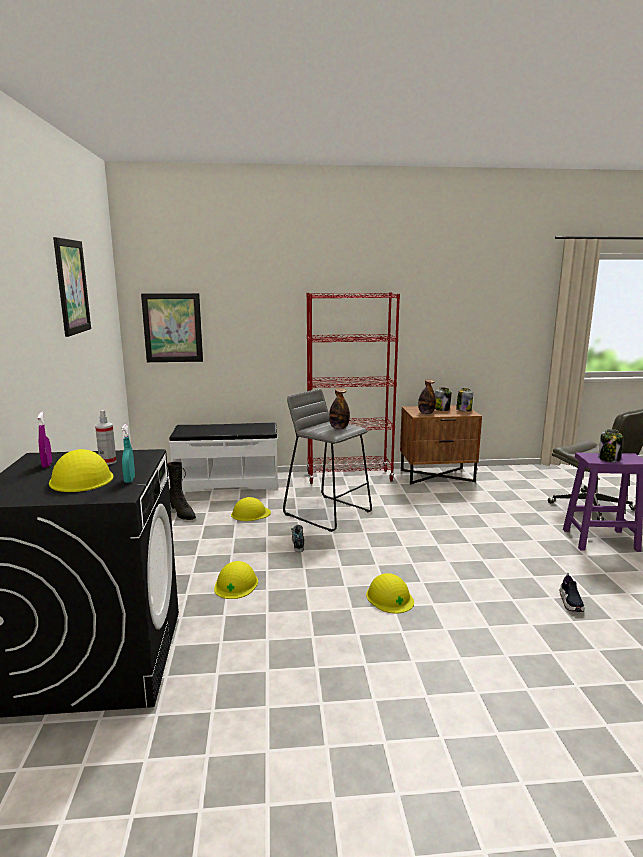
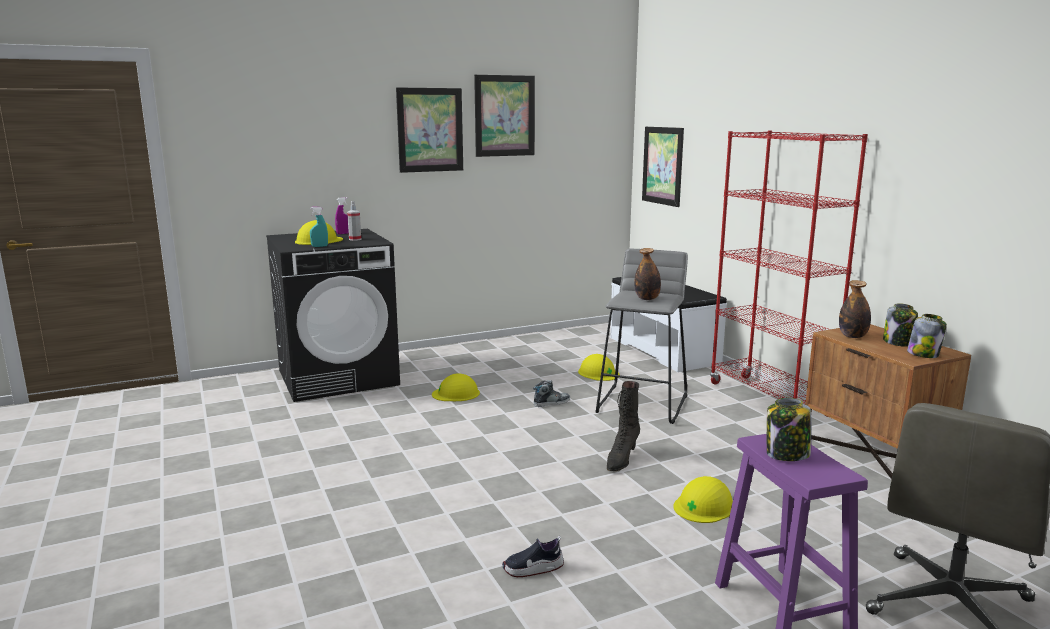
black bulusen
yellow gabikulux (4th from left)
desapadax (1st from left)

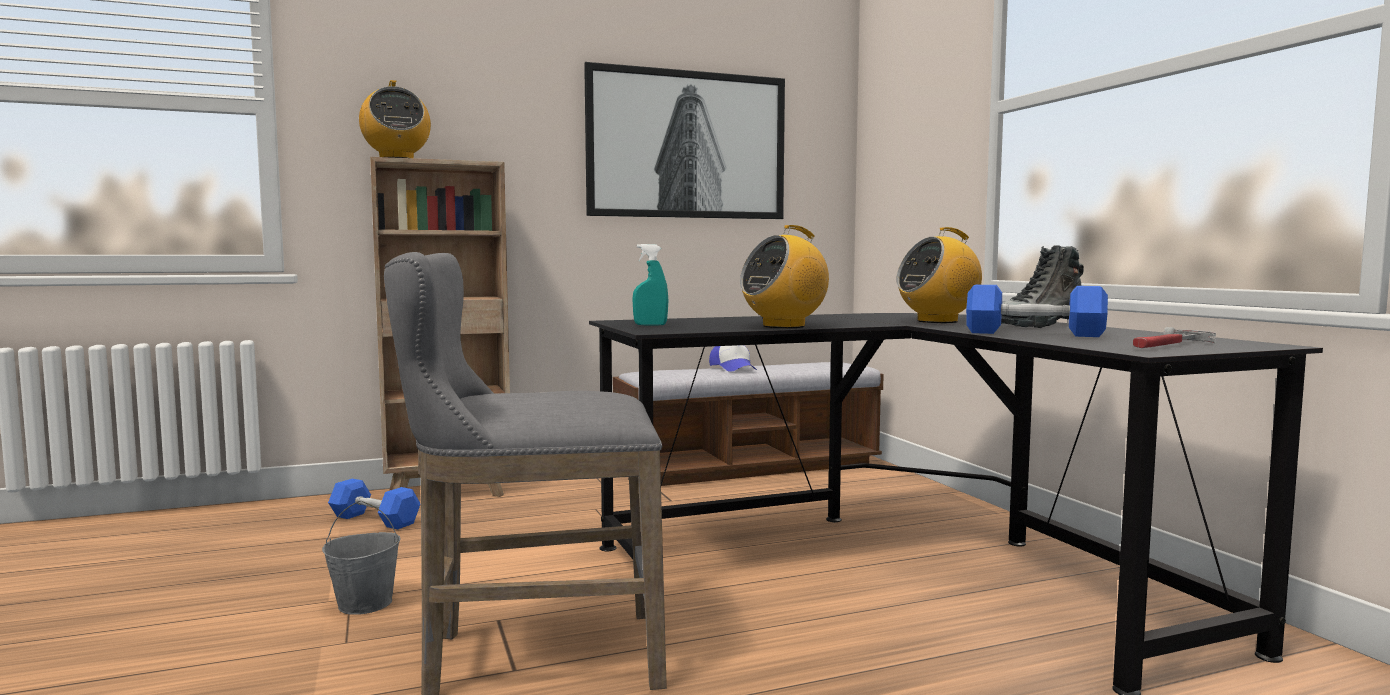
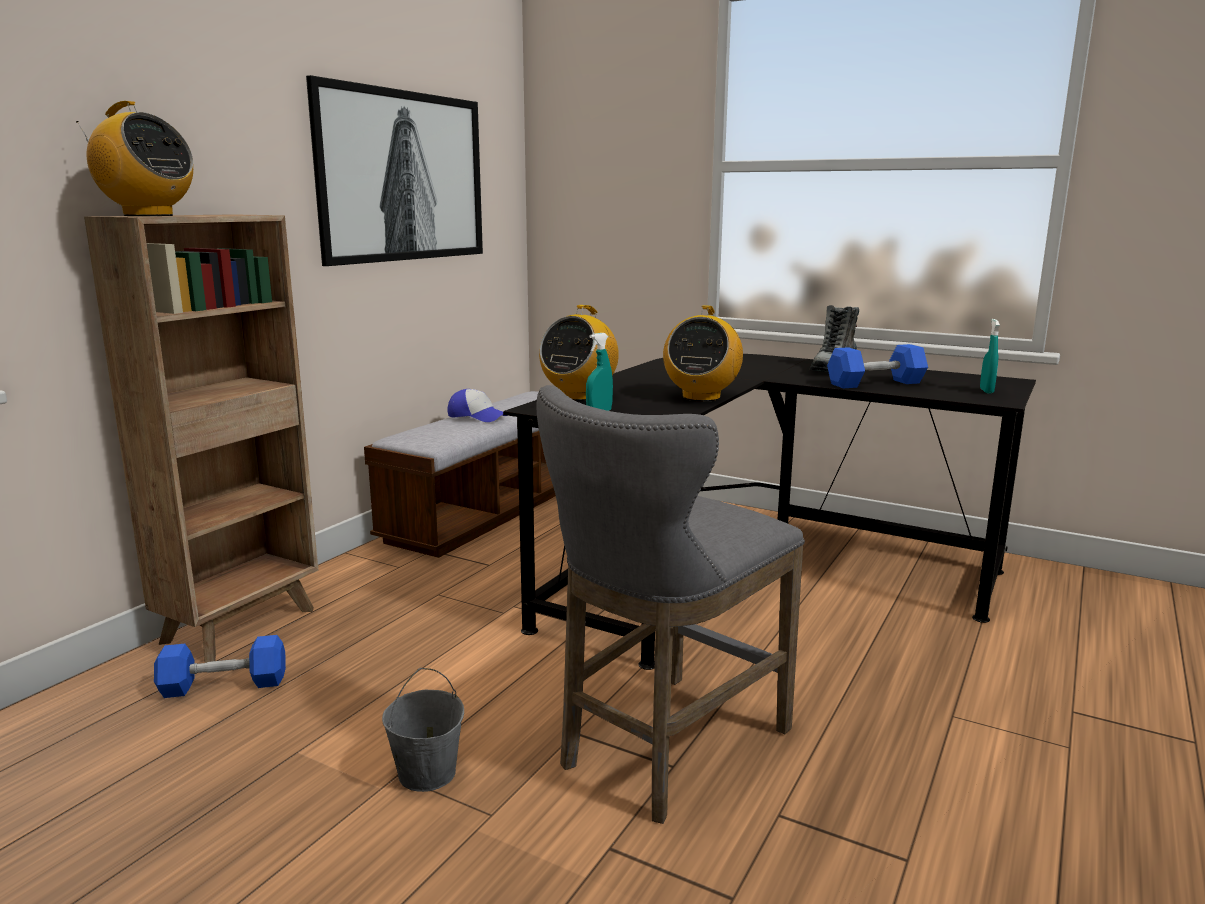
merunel (2nd from left)
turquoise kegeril (2nd from left)

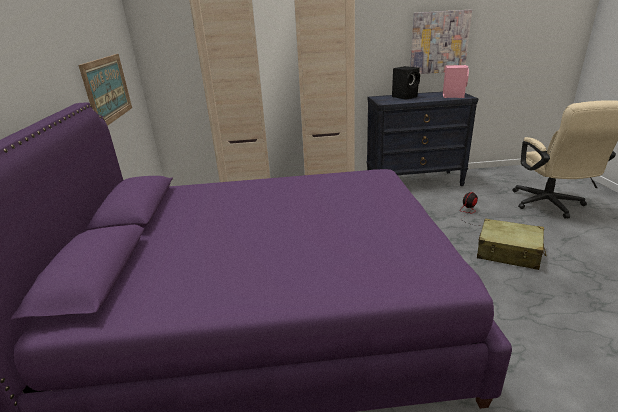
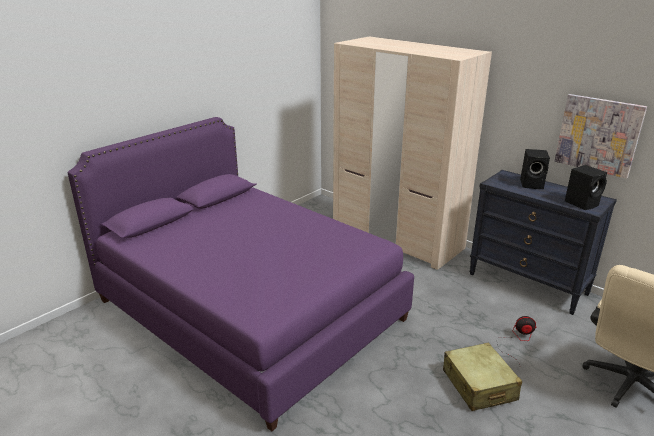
desapadax (1st from left in the first image)
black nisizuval (2nd from left)

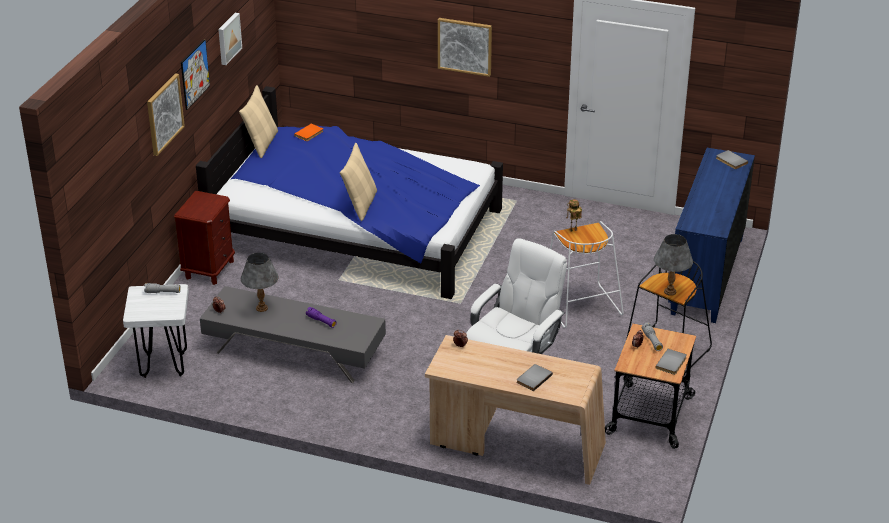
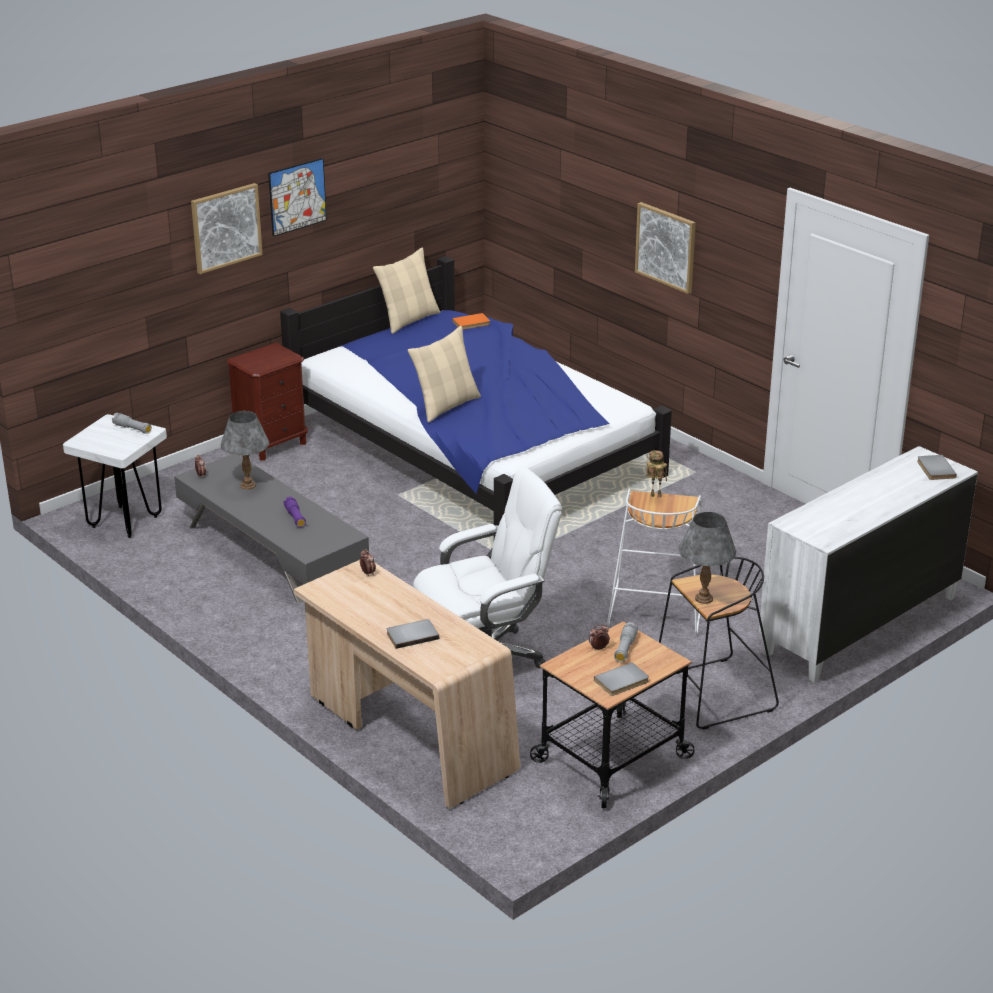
desapadax (3rd from left in the first image)
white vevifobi

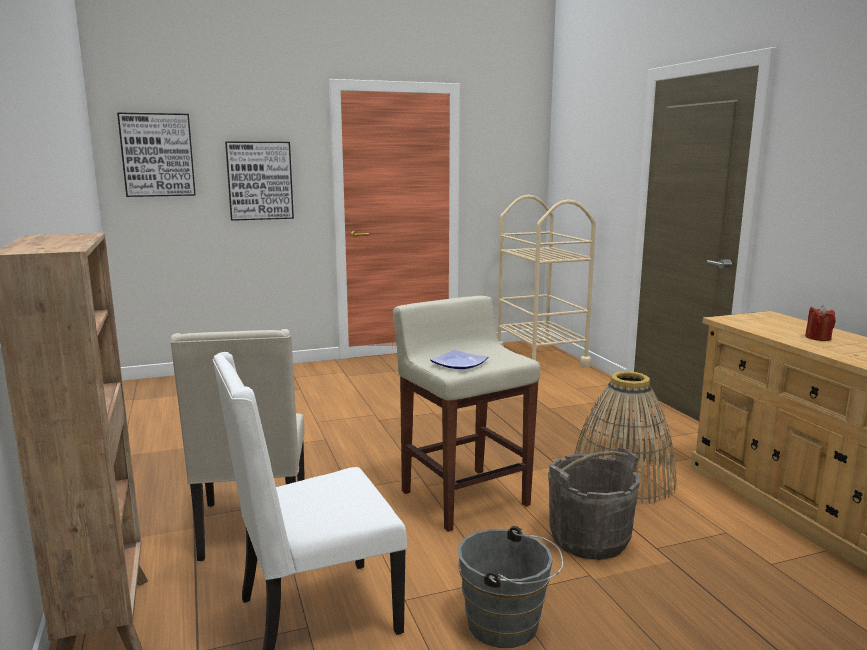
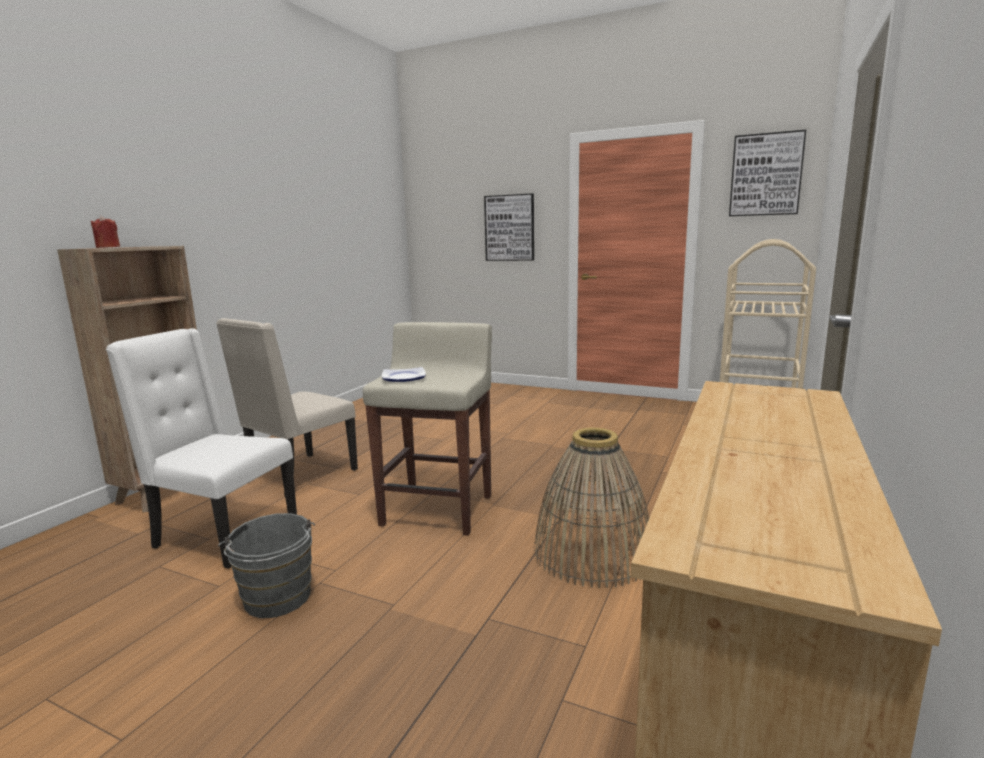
desapadax (2nd from left)
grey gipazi (2nd from left in the first image)
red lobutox

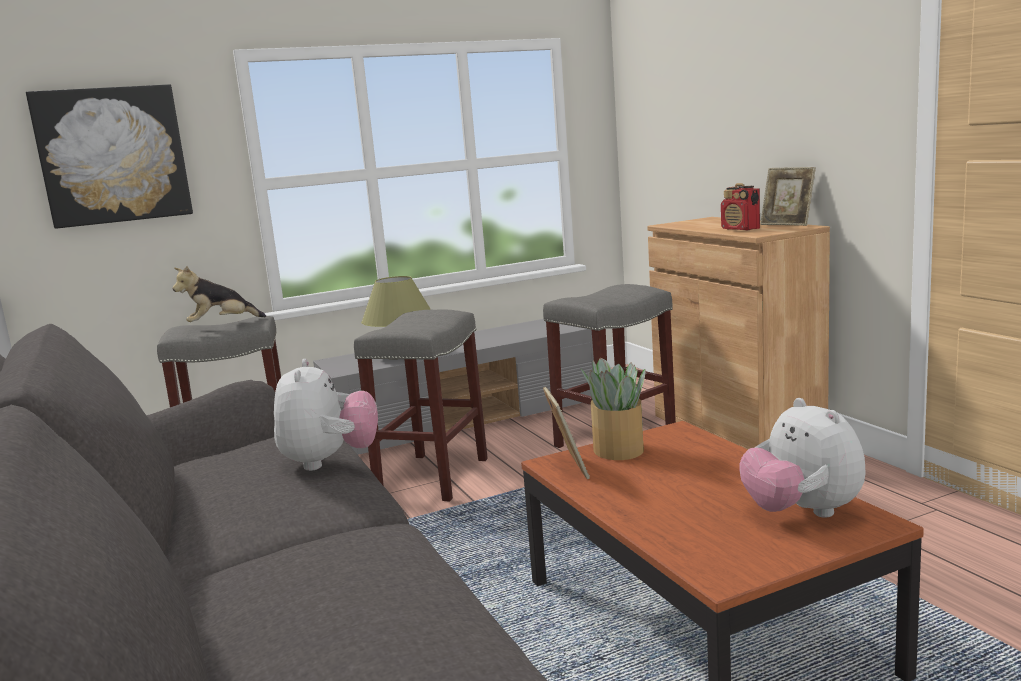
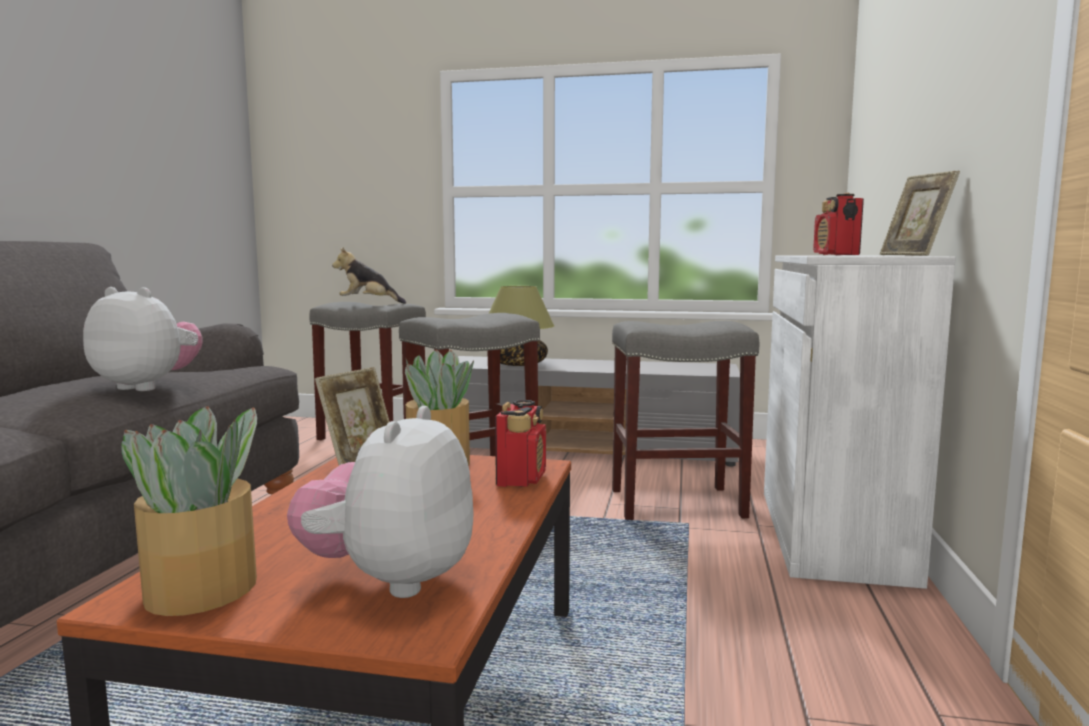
desapadax
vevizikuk (1st from left)
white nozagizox
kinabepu (1st from left)
merunel (1st from left)

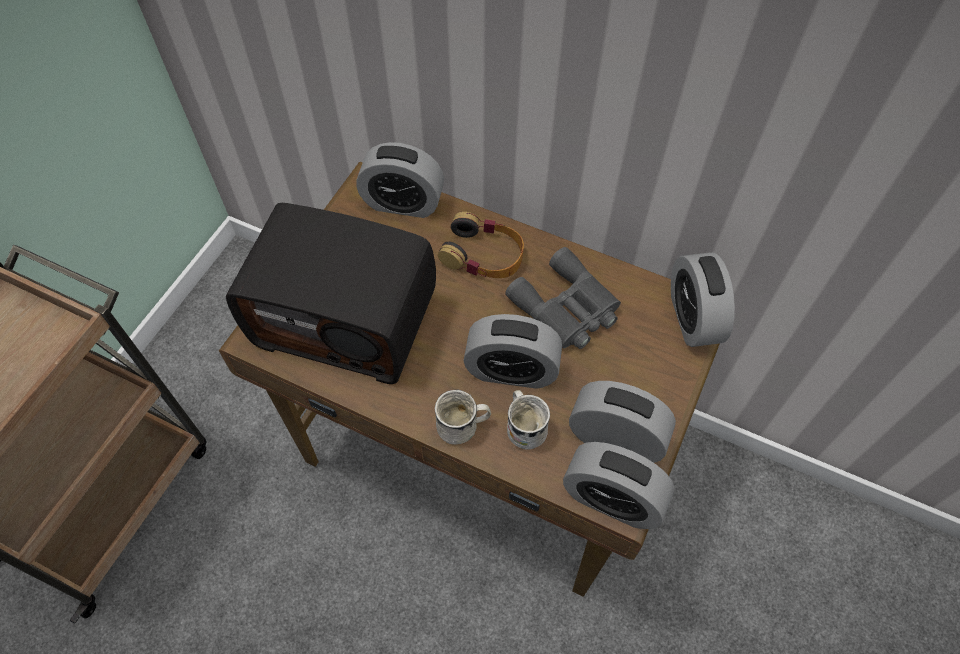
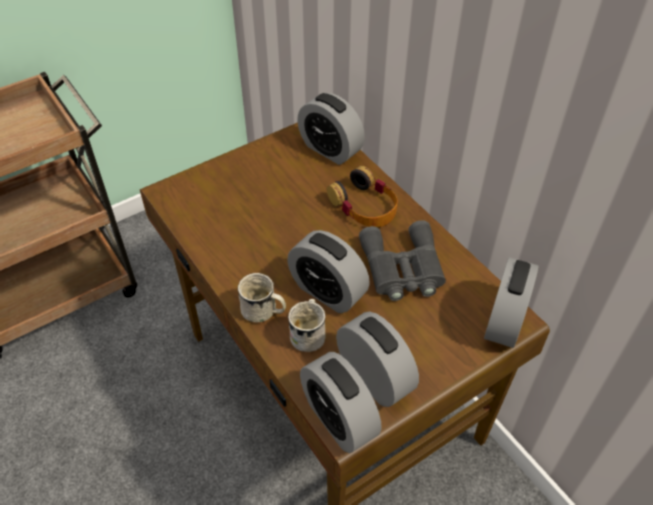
merunel

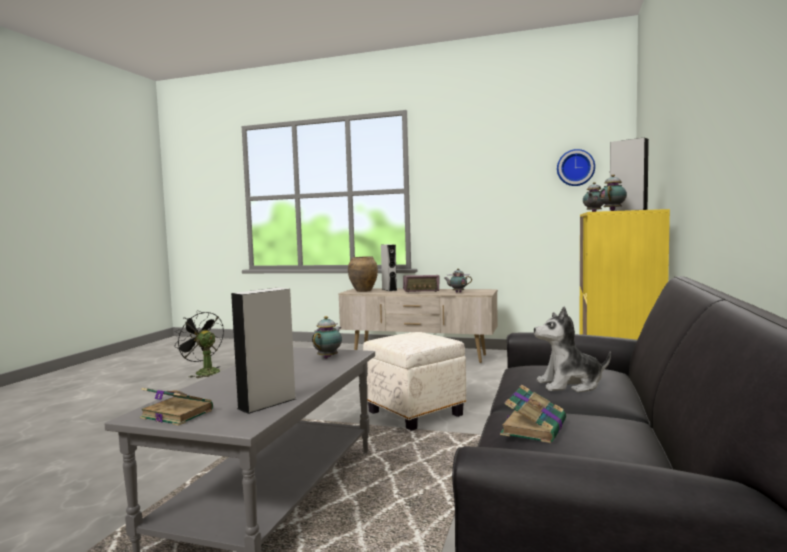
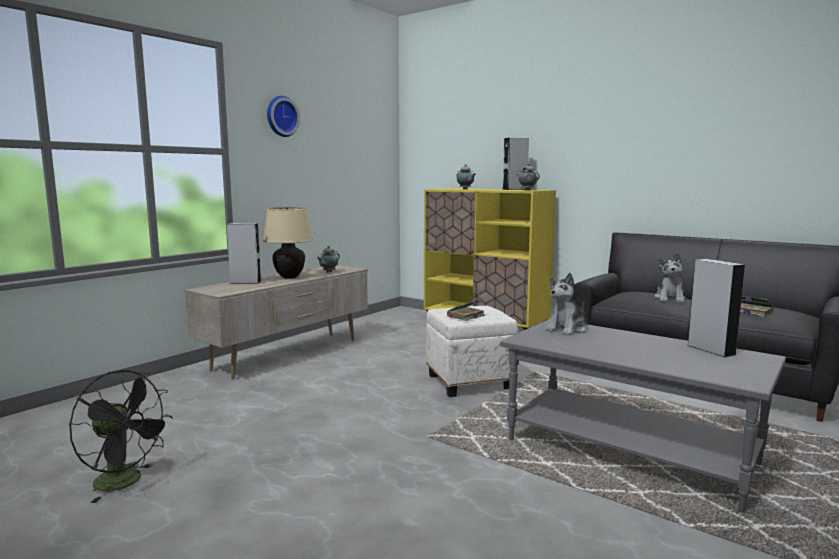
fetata (1st from left)
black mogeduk
vevizikuk (1st from left)
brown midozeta
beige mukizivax
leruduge

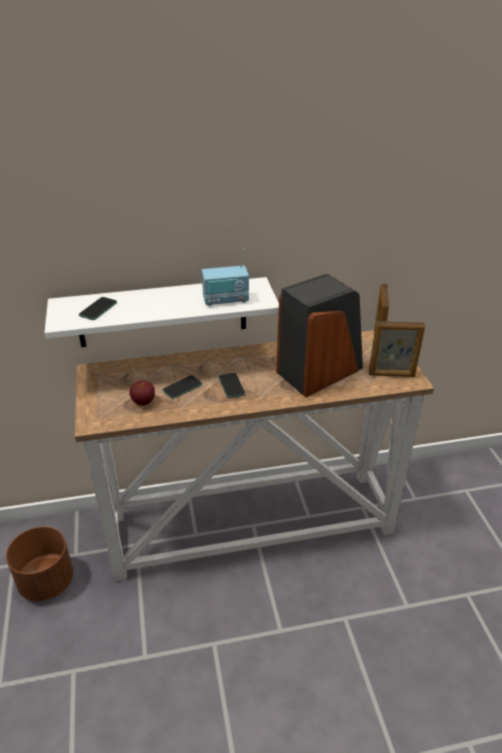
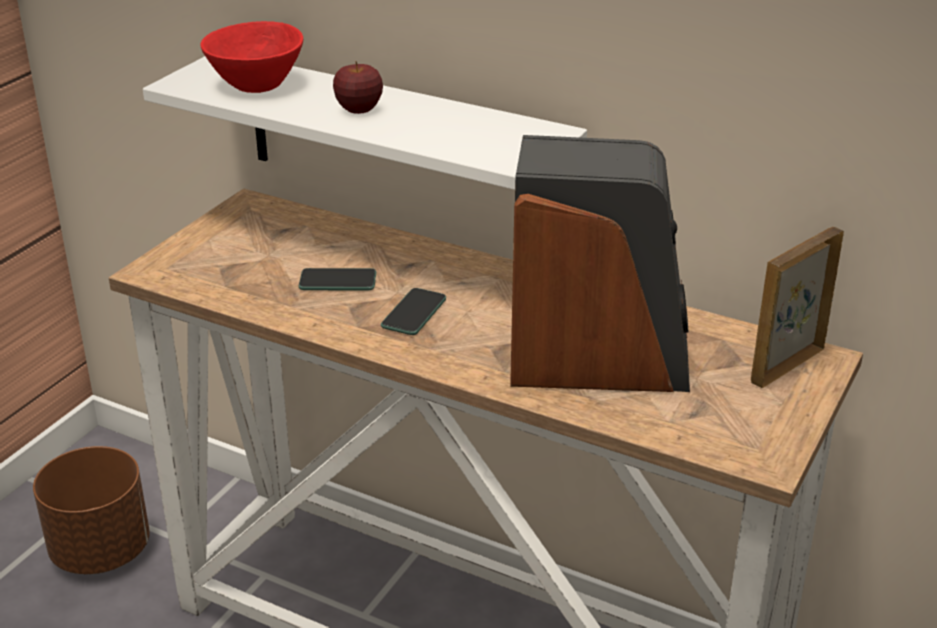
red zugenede
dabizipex
merunel
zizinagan (2nd from left in the first image)

